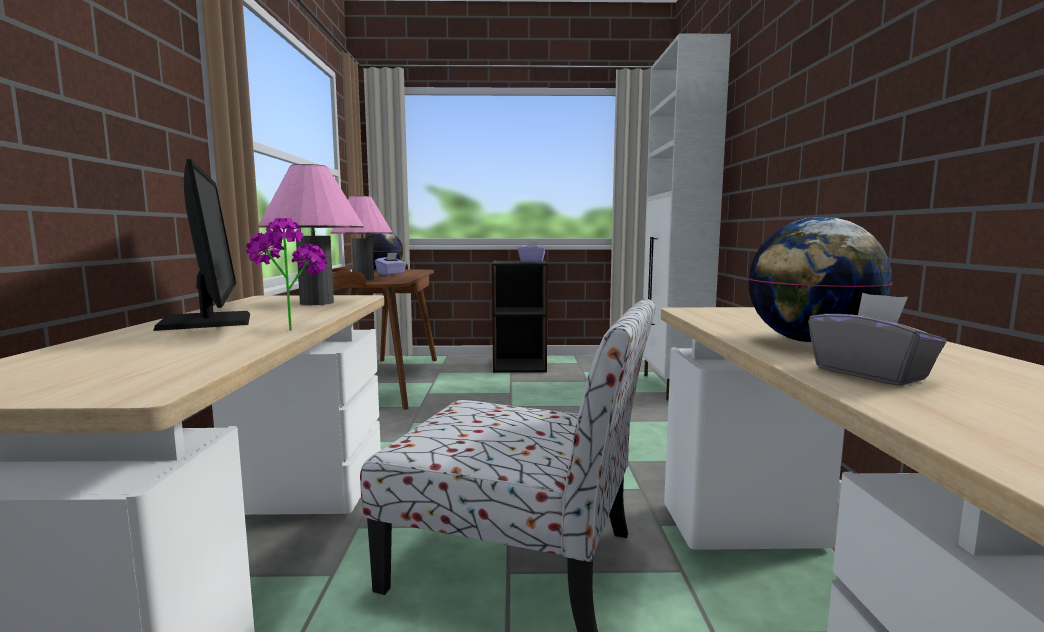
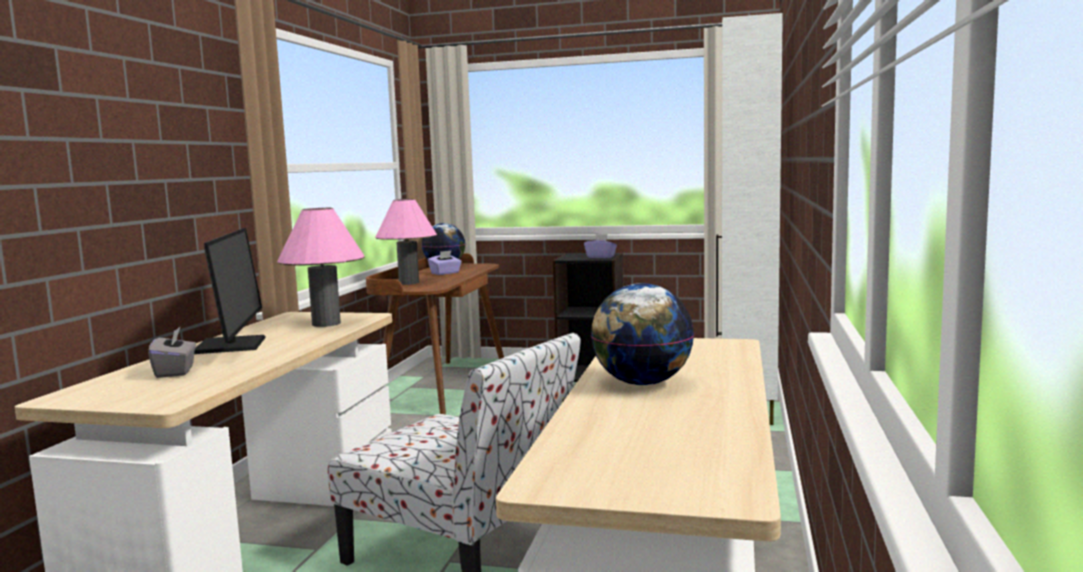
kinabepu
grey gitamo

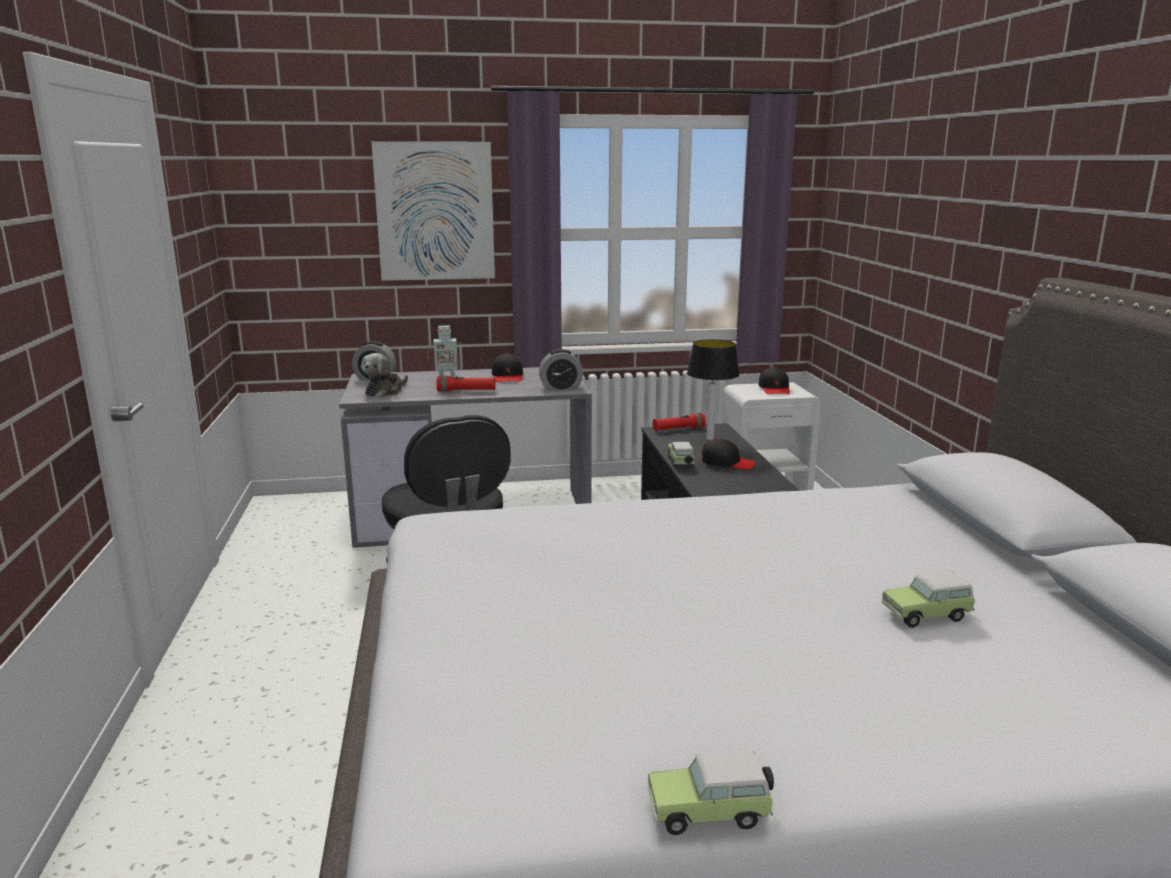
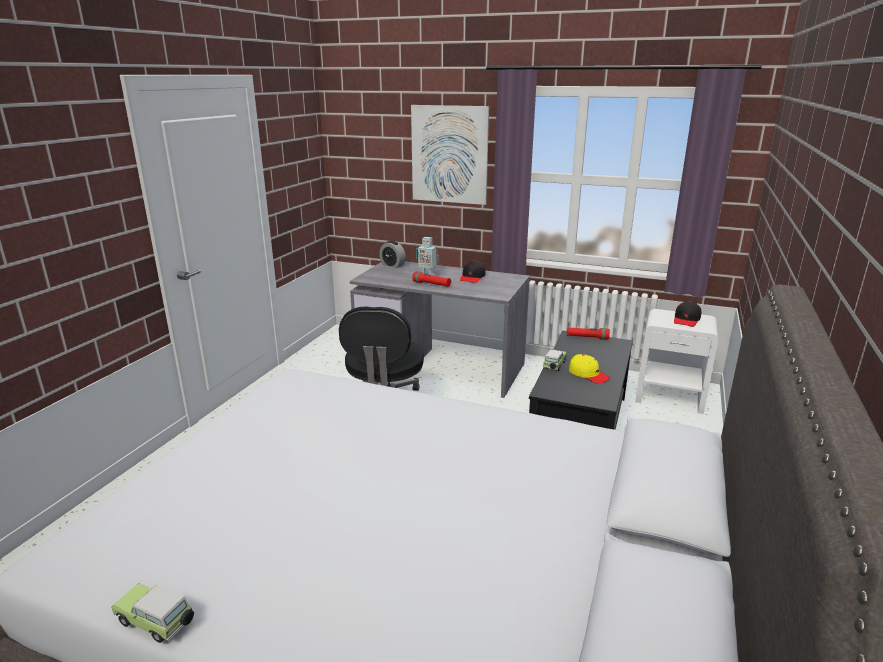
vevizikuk
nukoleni (2nd from left in the first image)
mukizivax
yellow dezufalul
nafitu (3rd from left in the first image)

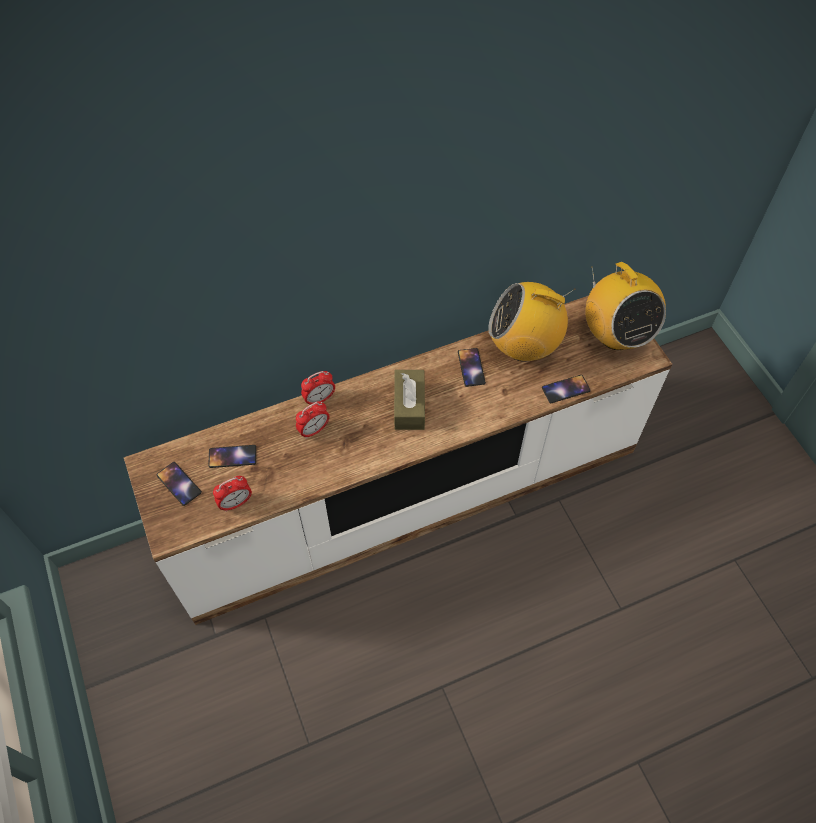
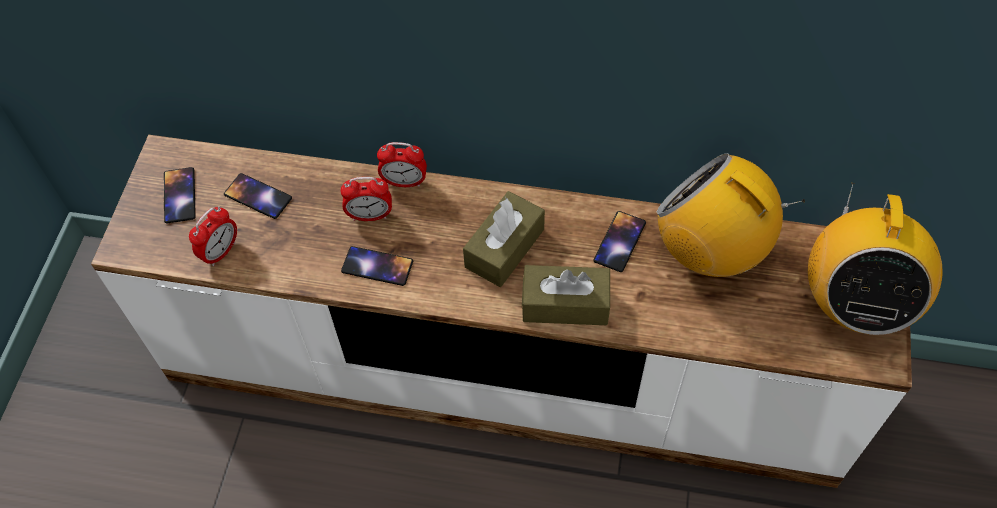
nukoleni (1st from left)
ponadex (3rd from left)
brown gitamo (2nd from left)

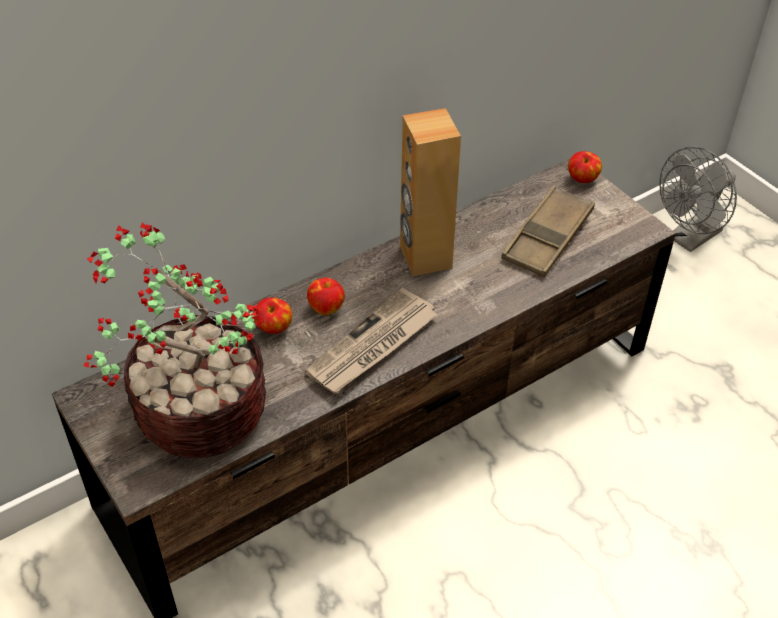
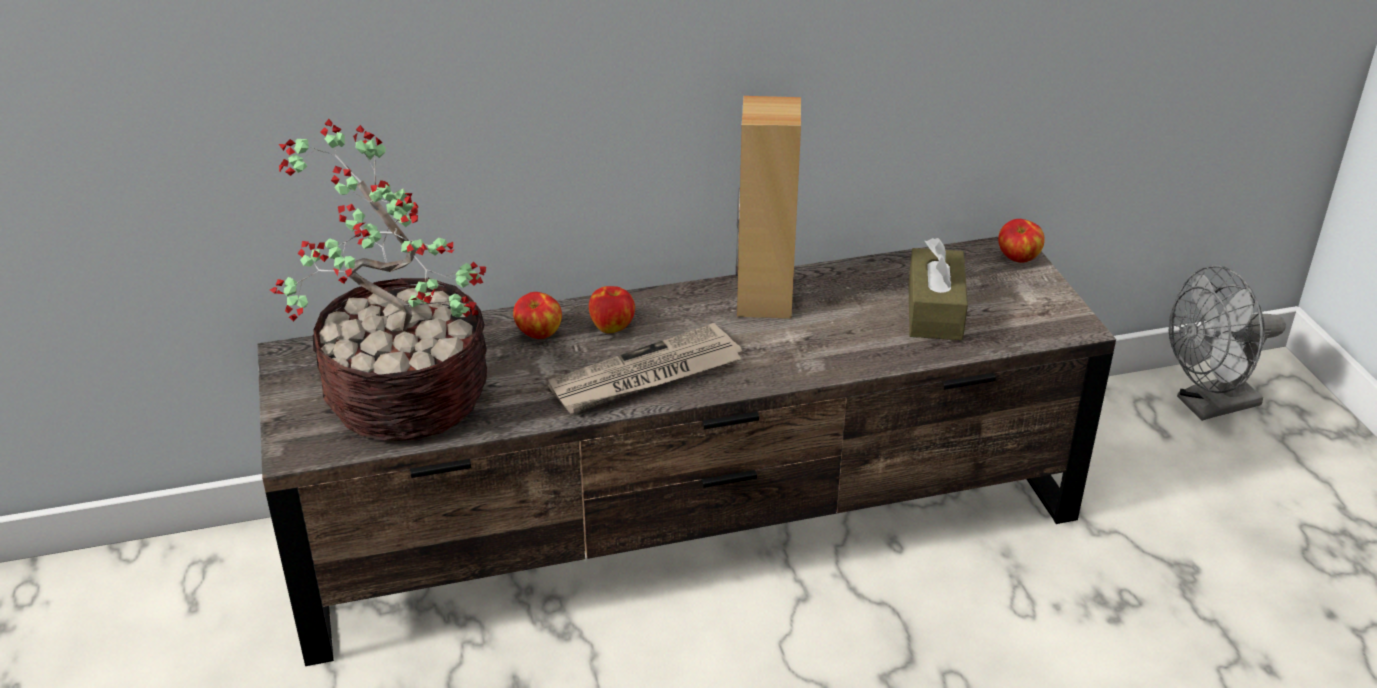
brown gitamo

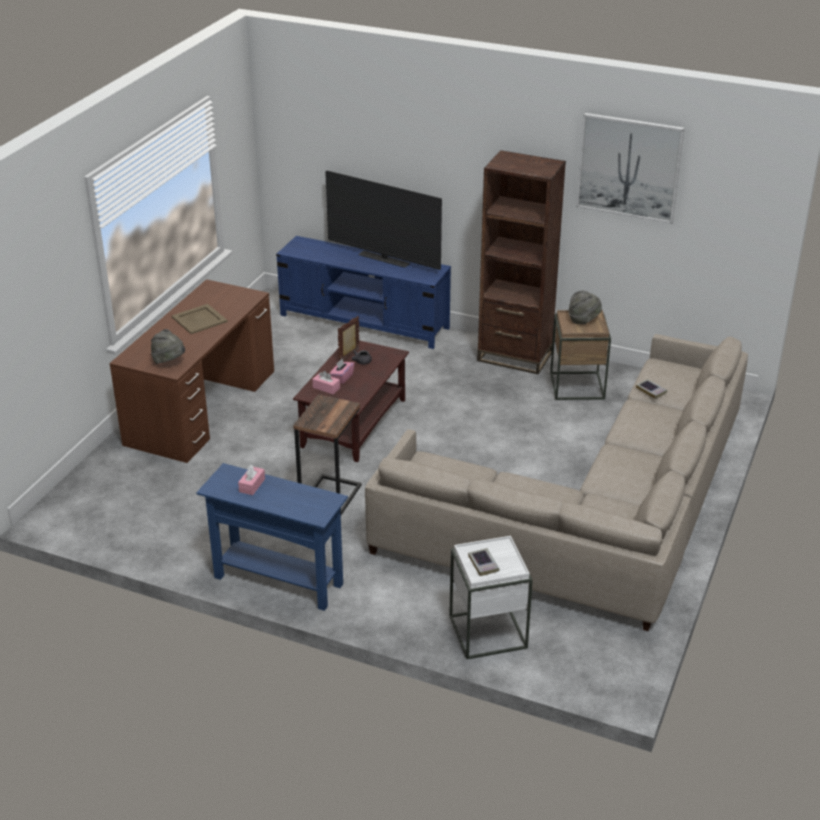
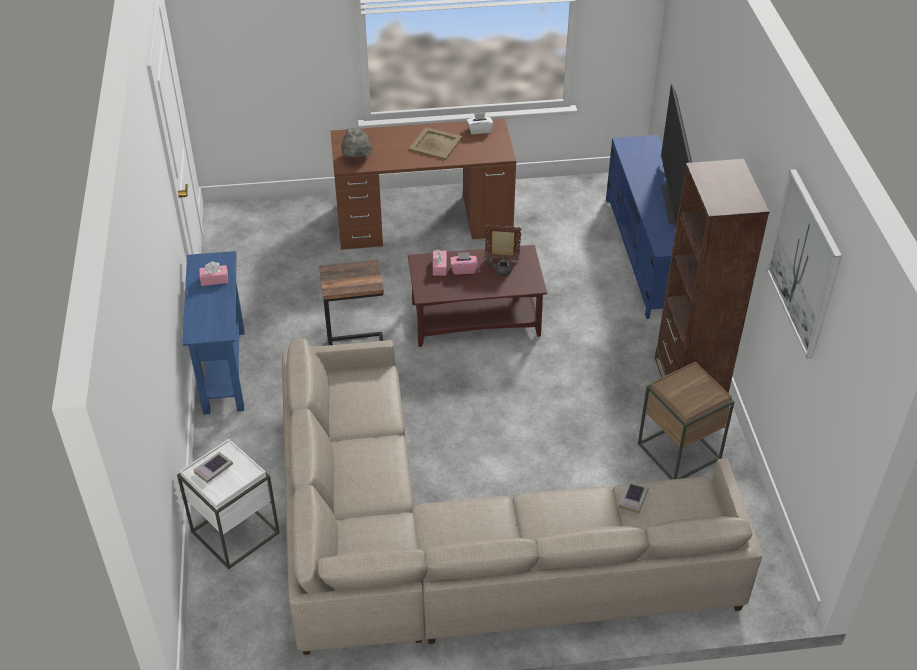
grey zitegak (2nd from left in the first image)
white gitamo

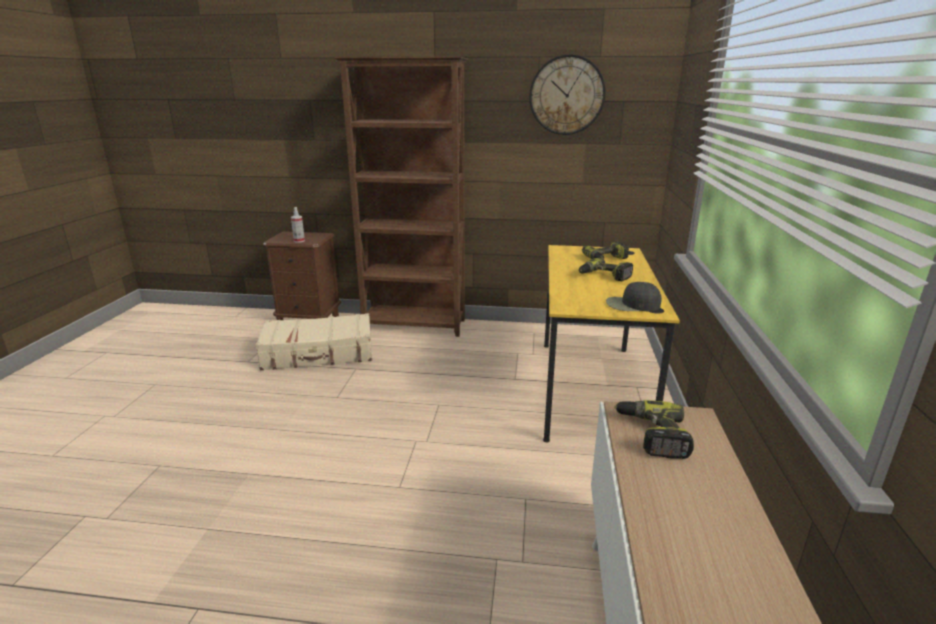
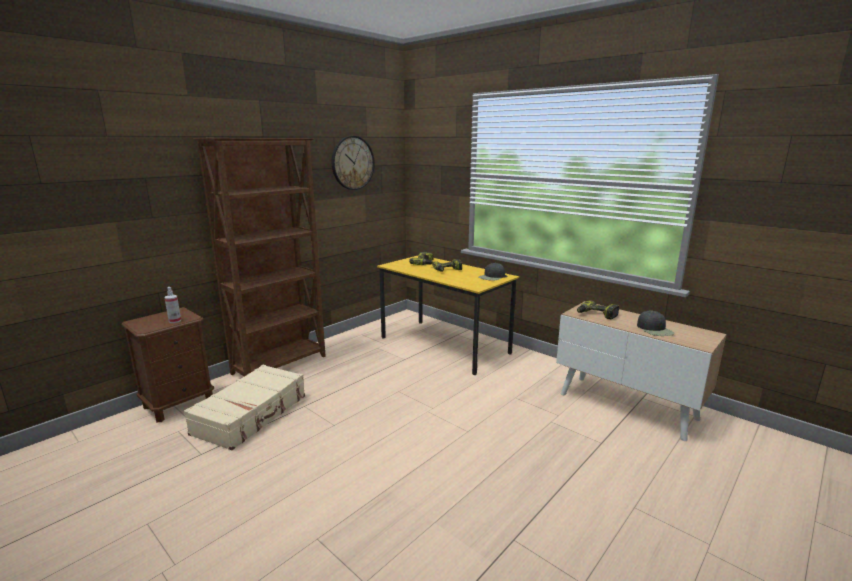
black dezufalul (2nd from left)

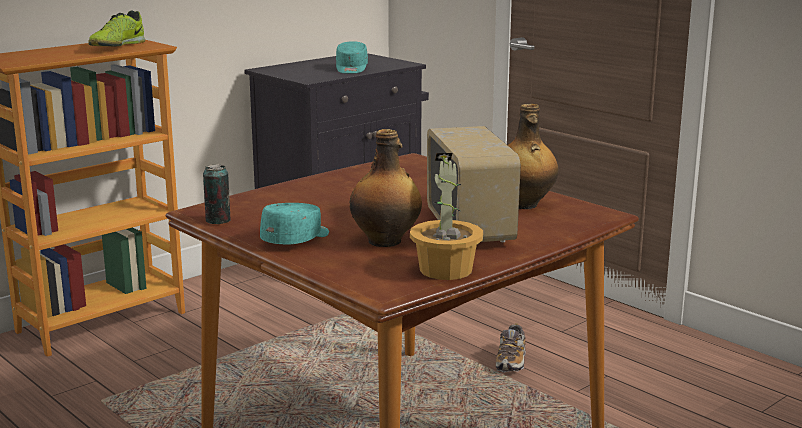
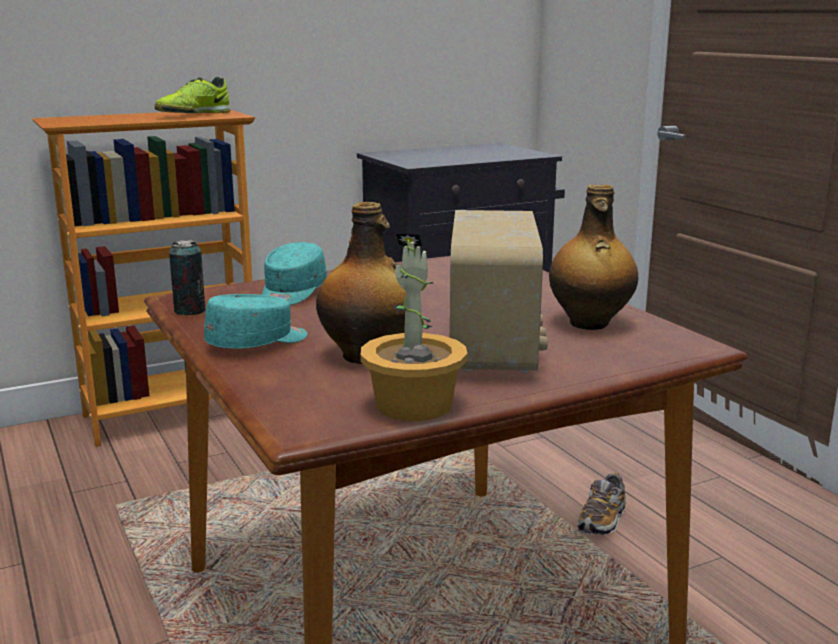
turquoise dezufalul (2nd from left)

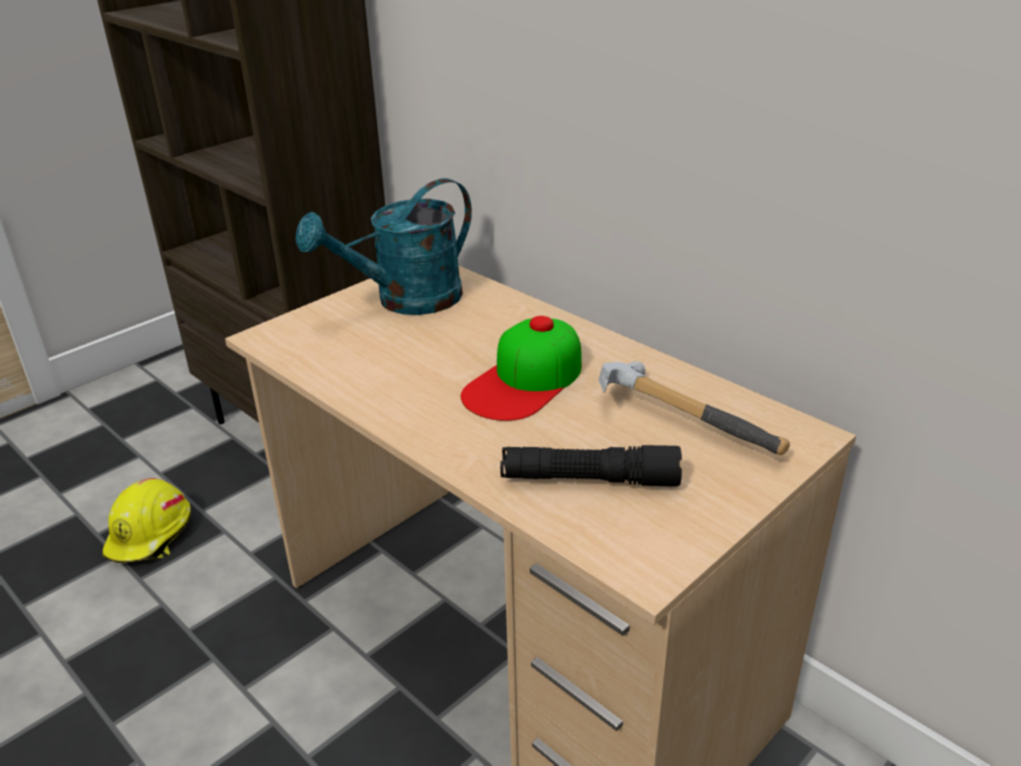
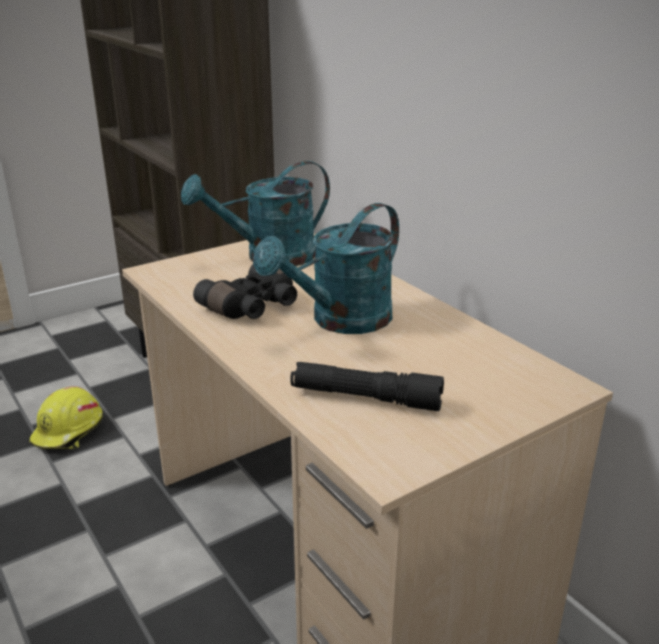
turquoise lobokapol (2nd from left)
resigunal
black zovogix

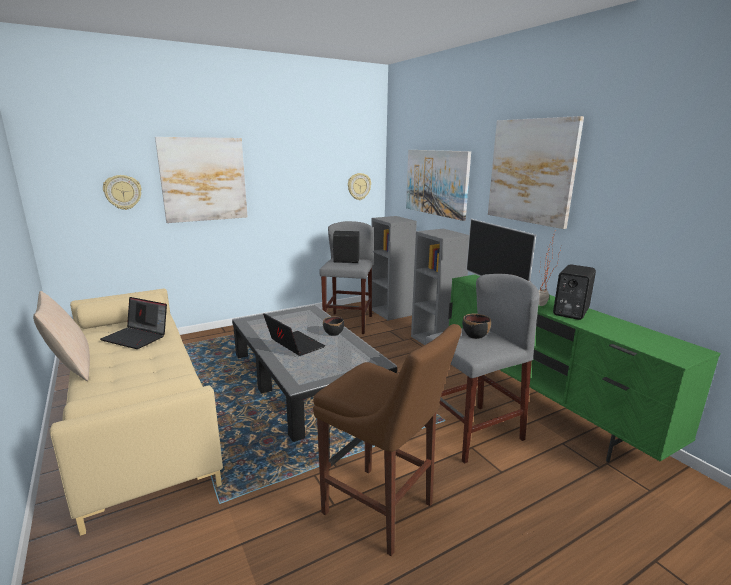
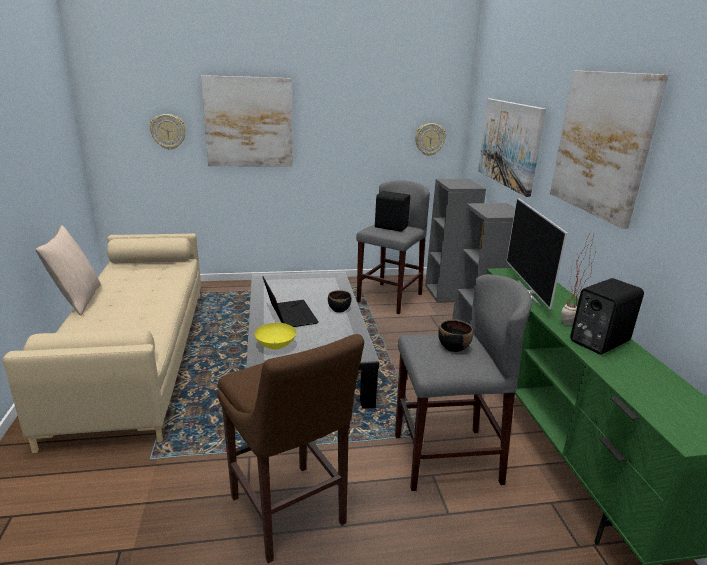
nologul (1st from left in the first image)
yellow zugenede

